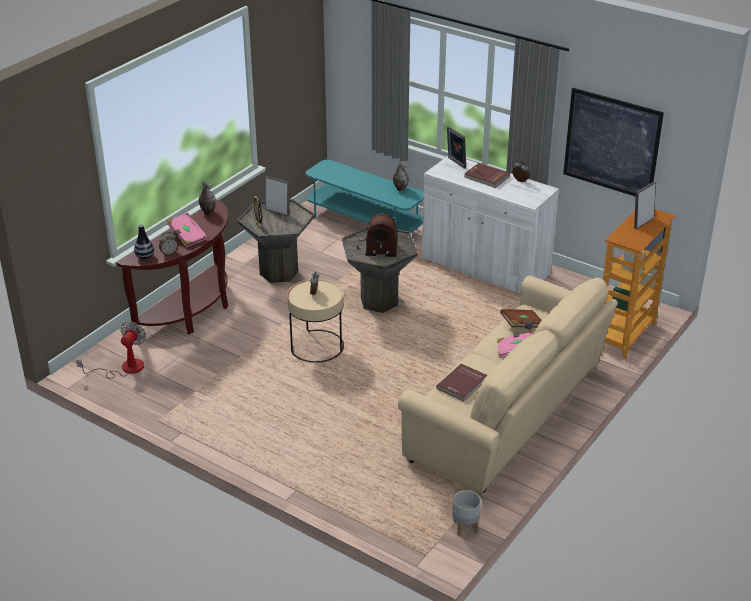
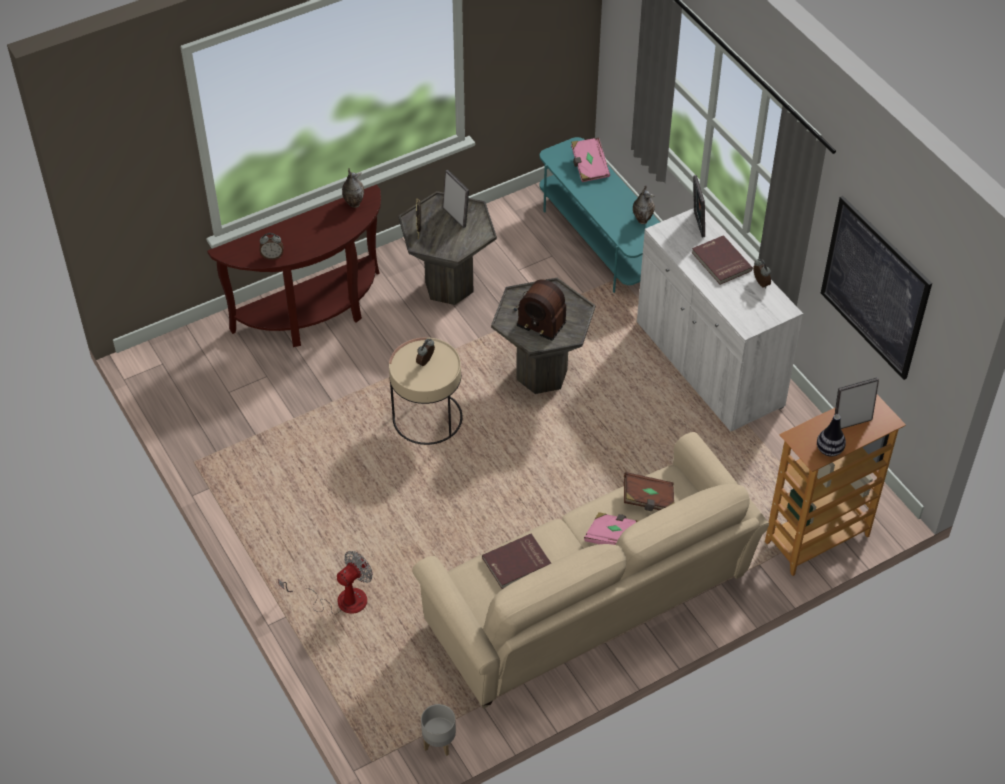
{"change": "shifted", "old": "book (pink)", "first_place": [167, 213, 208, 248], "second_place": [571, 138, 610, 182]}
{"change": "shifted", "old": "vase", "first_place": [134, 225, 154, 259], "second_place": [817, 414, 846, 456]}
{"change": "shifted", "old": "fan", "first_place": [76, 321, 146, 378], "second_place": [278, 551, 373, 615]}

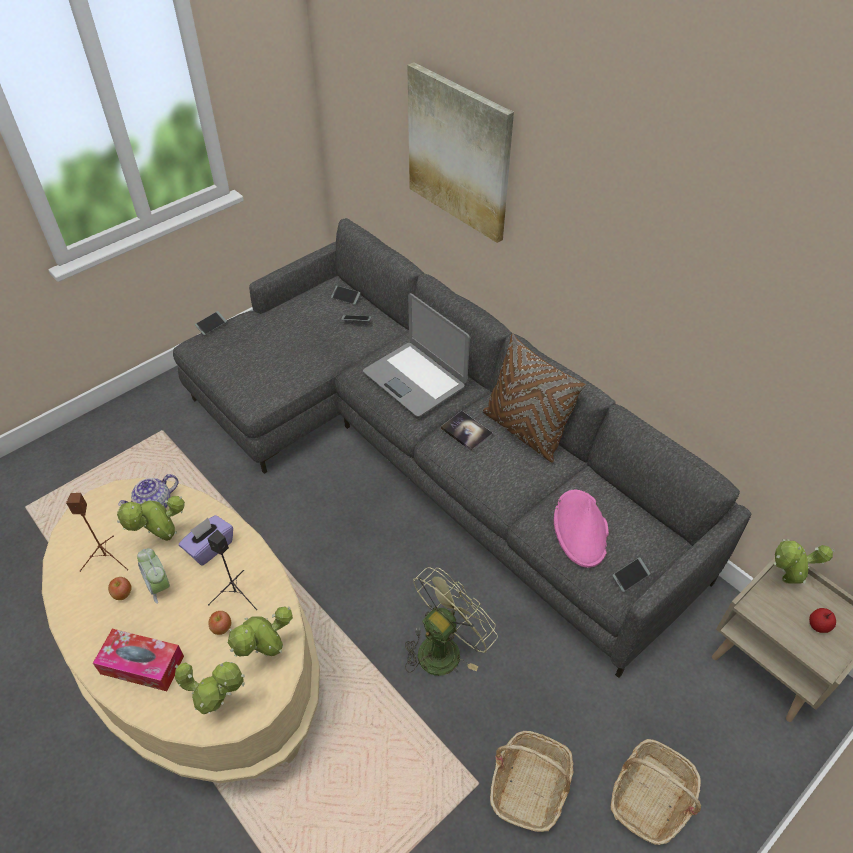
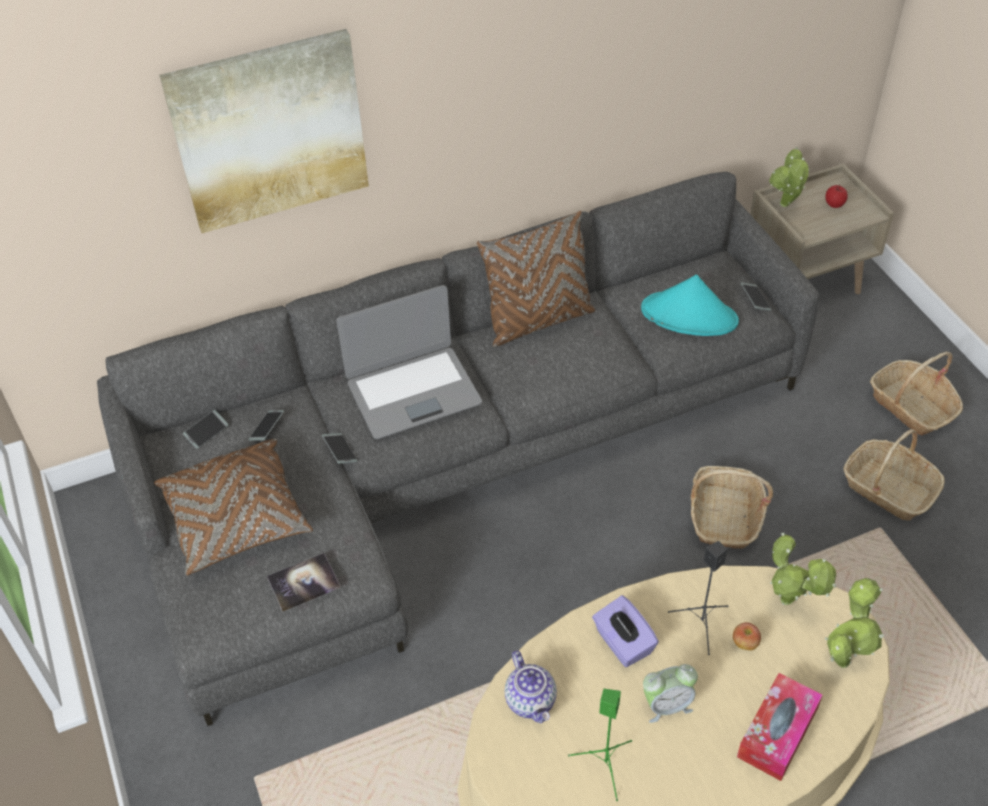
{"change": "shifted", "old": "phone", "first_place": [195, 311, 227, 335], "second_place": [322, 433, 357, 463]}
{"change": "shifted", "old": "book", "first_place": [441, 411, 493, 452], "second_place": [267, 553, 340, 612]}
{"change": "repainted", "old": "hat (pink)", "new": "hat (turquoise)", "first_place": [554, 490, 609, 568], "second_place": [641, 275, 739, 336]}
{"change": "repainted", "old": "speaker (brown)", "new": "speaker (green)", "first_place": [66, 493, 128, 572], "second_place": [568, 689, 632, 801]}
{"change": "gone", "old": "potted plant", "first_place": [117, 496, 185, 541]}
{"change": "swapped", "old": "fan (green)", "new": "basket", "first_place": [405, 567, 498, 676], "second_place": [691, 466, 773, 549]}
{"change": "gone", "old": "apple", "first_place": [108, 577, 132, 600]}
{"change": "new", "new": "pillow (brown)", "second_place": [154, 439, 313, 575]}

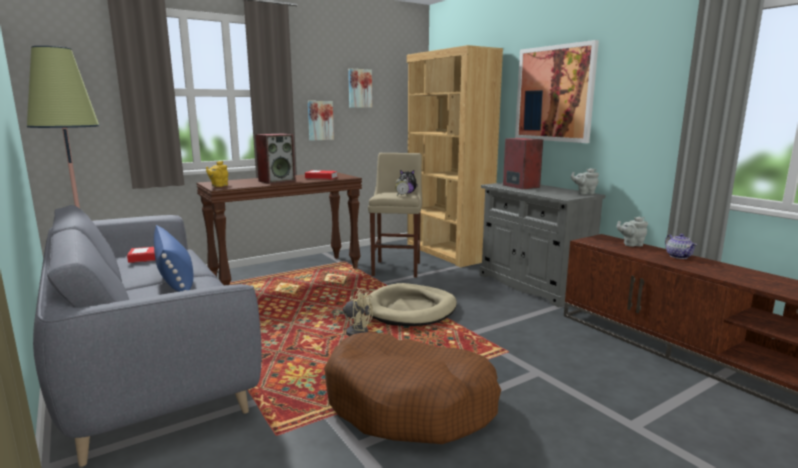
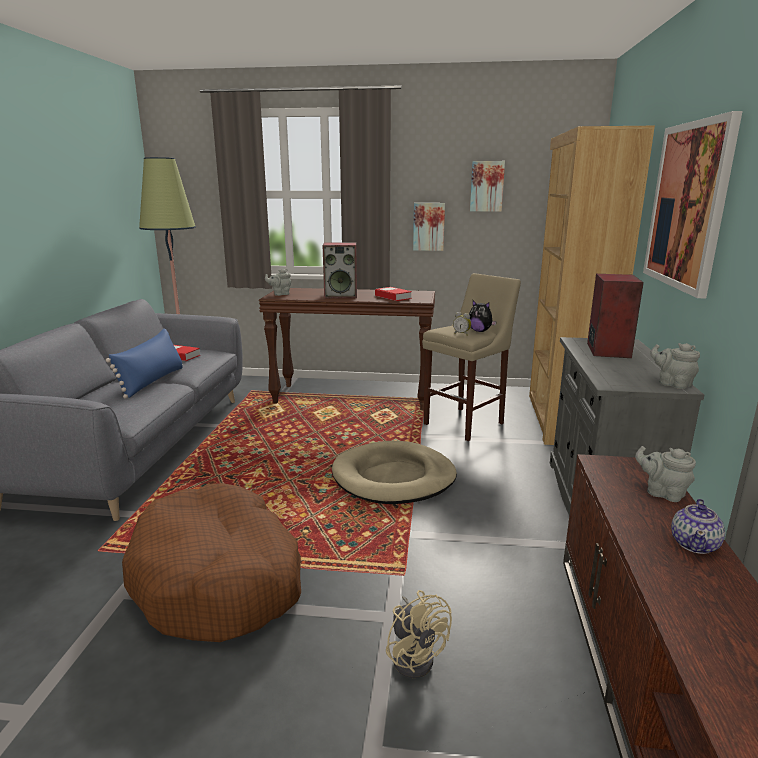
{"change": "repainted", "old": "teapot (yellow)", "new": "teapot (grey)", "first_place": [206, 161, 228, 187], "second_place": [265, 269, 291, 296]}
{"change": "shifted", "old": "fan (beige)", "first_place": [332, 288, 373, 336], "second_place": [386, 590, 452, 678]}

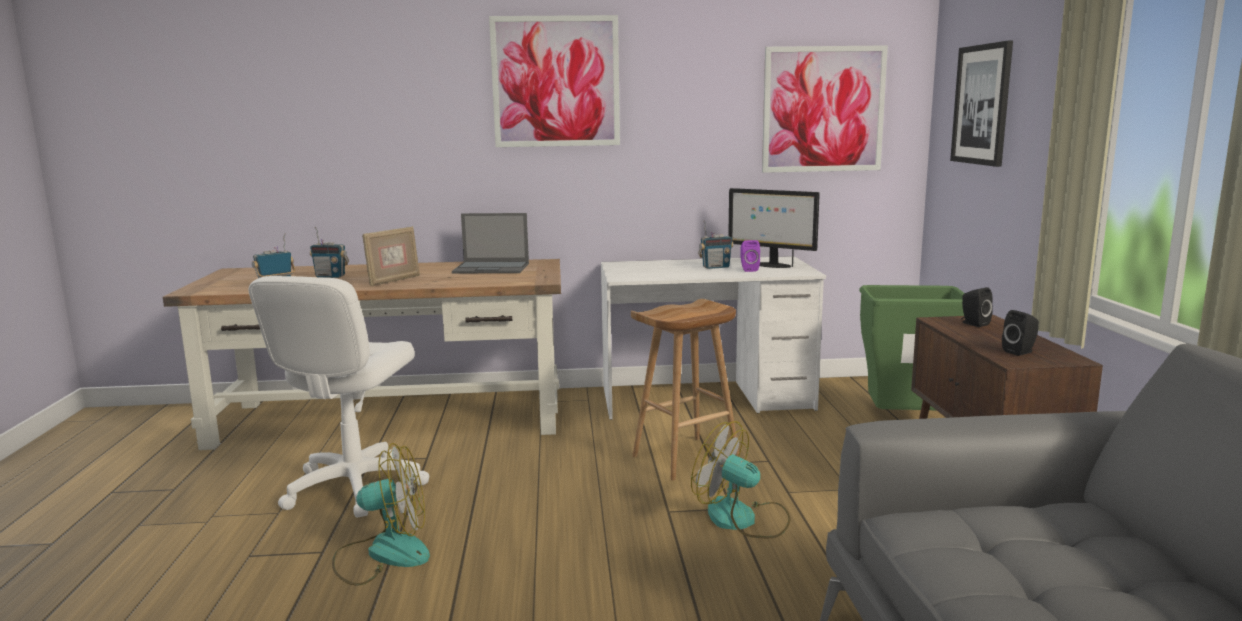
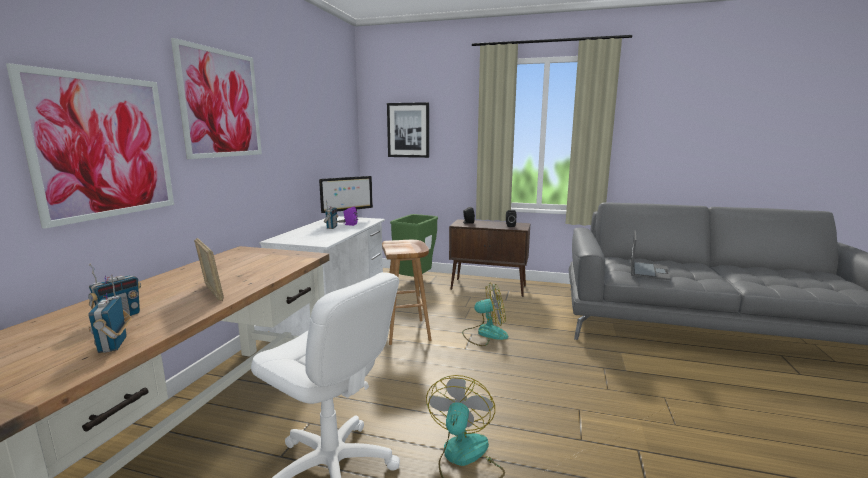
{"change": "shifted", "old": "picture", "first_place": [762, 45, 888, 173], "second_place": [6, 63, 174, 229]}
{"change": "shifted", "old": "laptop", "first_place": [452, 213, 529, 273], "second_place": [631, 230, 671, 280]}
{"change": "rotated", "old": "fan", "first_place": [691, 421, 791, 538], "second_place": [462, 283, 508, 346], "degrees": -150}

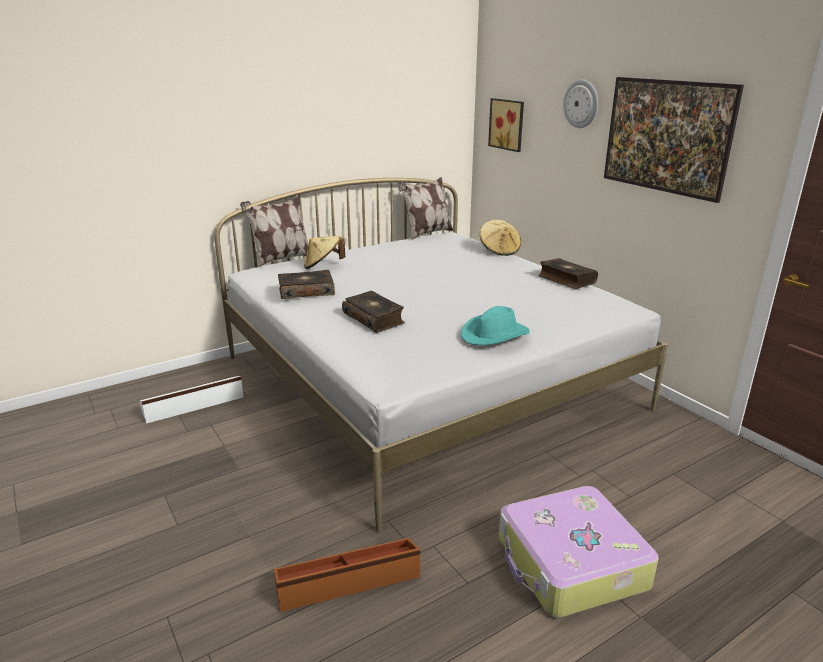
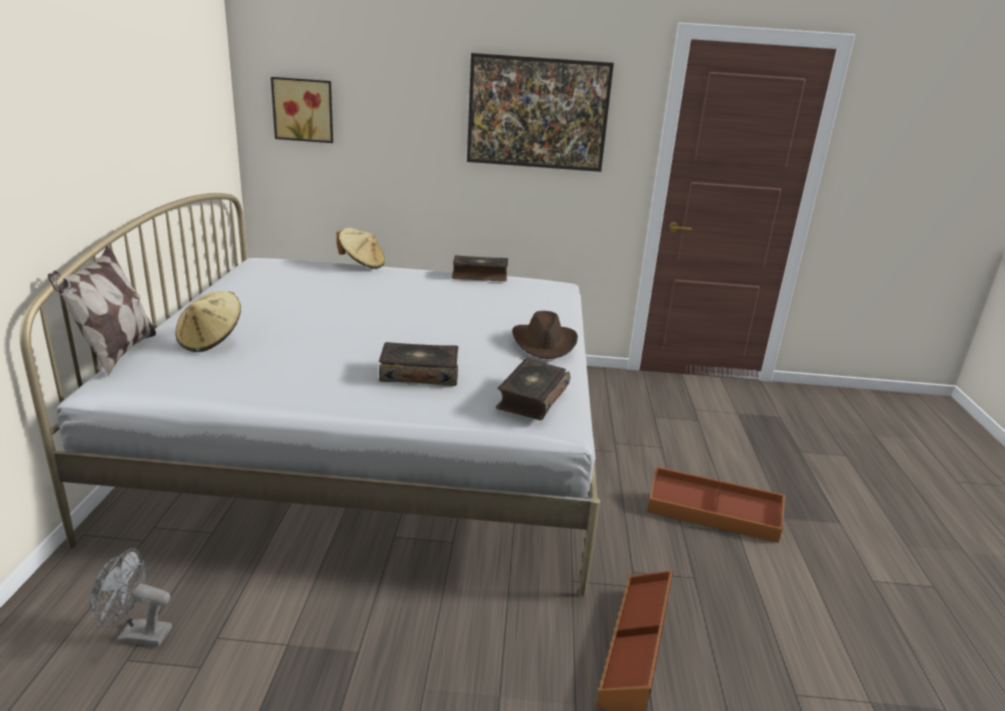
{"change": "gone", "old": "wall clock", "first_place": [563, 79, 598, 128]}
{"change": "gone", "old": "pillow", "first_place": [398, 177, 453, 240]}
{"change": "shifted", "old": "book", "first_place": [278, 270, 335, 299], "second_place": [496, 358, 570, 420]}
{"change": "repainted", "old": "hat (turquoise)", "new": "hat (brown)", "first_place": [461, 306, 530, 346], "second_place": [512, 311, 578, 359]}
{"change": "swapped", "old": "storage box (white)", "new": "fan (grey)", "first_place": [139, 376, 244, 424], "second_place": [90, 548, 172, 646]}
{"change": "swapped", "old": "suitcase", "new": "storage box (brown)", "first_place": [499, 486, 659, 618], "second_place": [647, 467, 785, 543]}

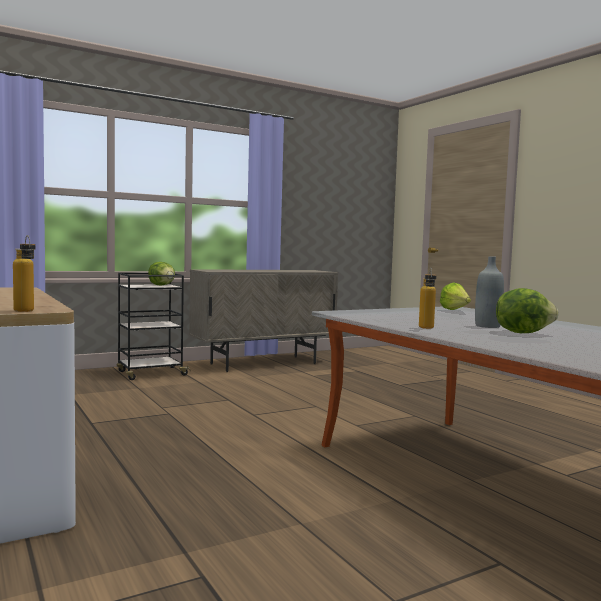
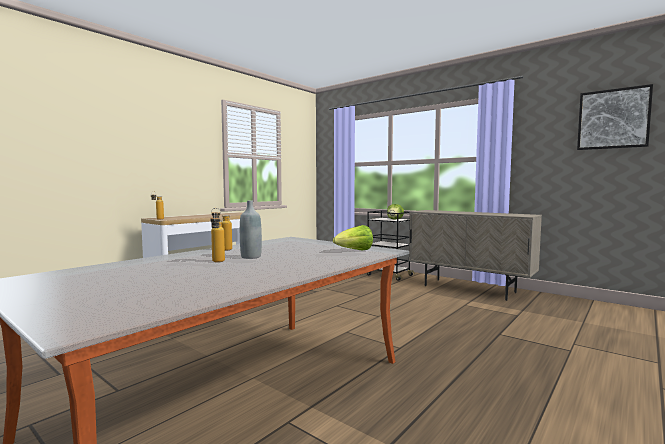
{"change": "swapped", "old": "lettuce", "new": "bottle", "first_place": [496, 288, 559, 333], "second_place": [210, 213, 225, 262]}
{"change": "new", "new": "picture", "second_place": [577, 84, 653, 150]}

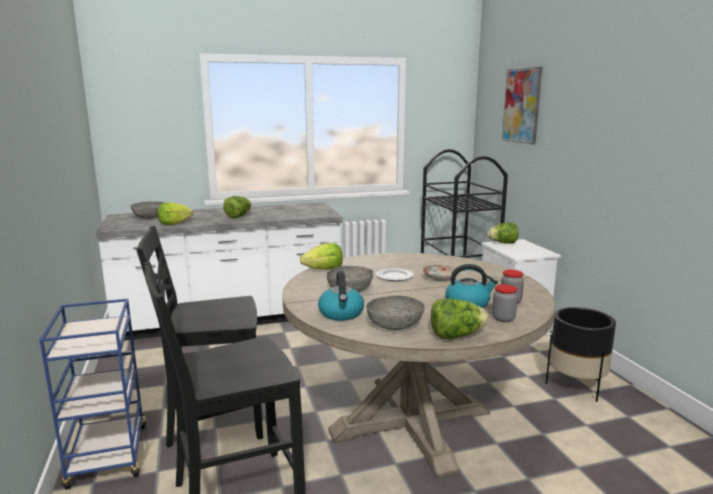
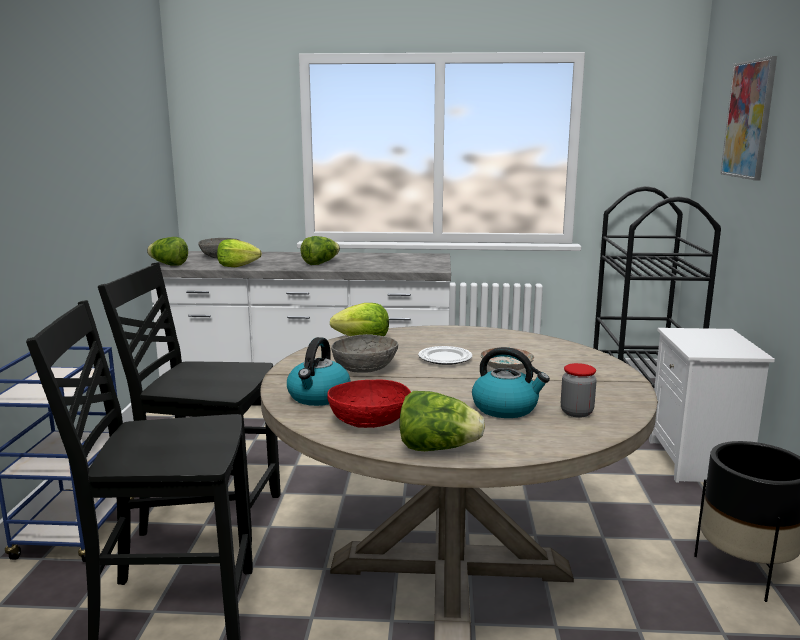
{"change": "shifted", "old": "lettuce", "first_place": [487, 222, 519, 244], "second_place": [147, 237, 188, 266]}
{"change": "gone", "old": "jar", "first_place": [492, 284, 518, 322]}
{"change": "repainted", "old": "bowl (grey)", "new": "bowl (red)", "first_place": [366, 295, 425, 330], "second_place": [327, 379, 411, 428]}

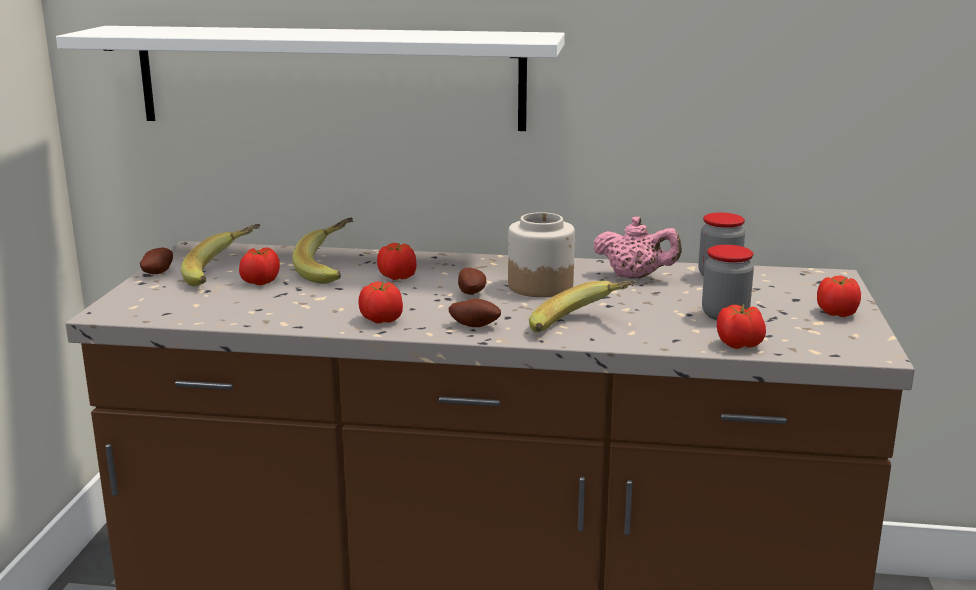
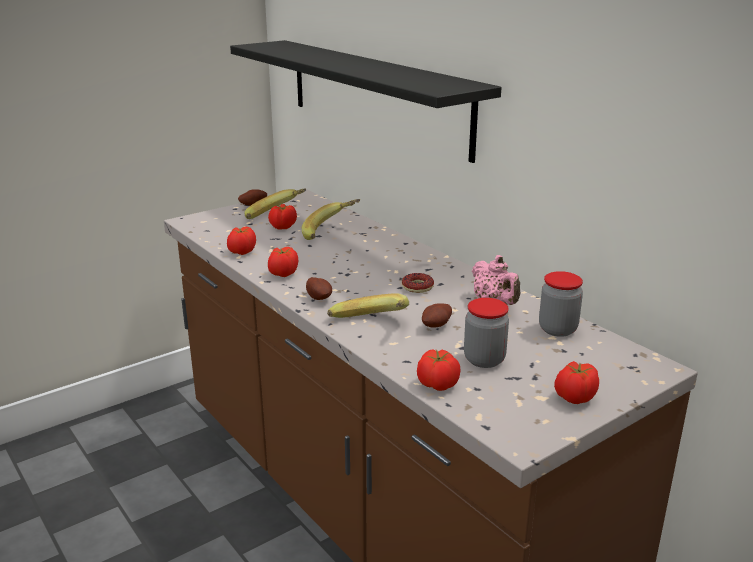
{"change": "repainted", "old": "shelf (white)", "new": "shelf (black)", "first_place": [56, 26, 565, 131], "second_place": [230, 40, 502, 163]}
{"change": "swapped", "old": "jar", "new": "donut", "first_place": [508, 212, 575, 297], "second_place": [402, 273, 434, 293]}
{"change": "shifted", "old": "tomato", "first_place": [377, 243, 417, 280], "second_place": [227, 227, 256, 255]}
{"change": "shifted", "old": "potato", "first_place": [458, 268, 487, 295], "second_place": [422, 303, 452, 328]}

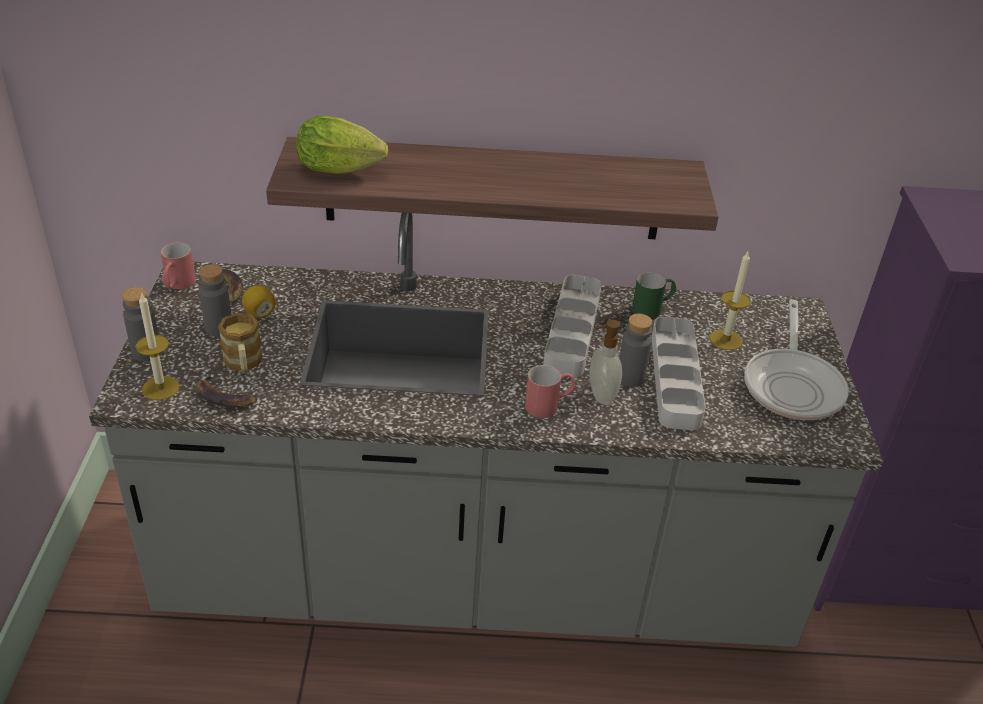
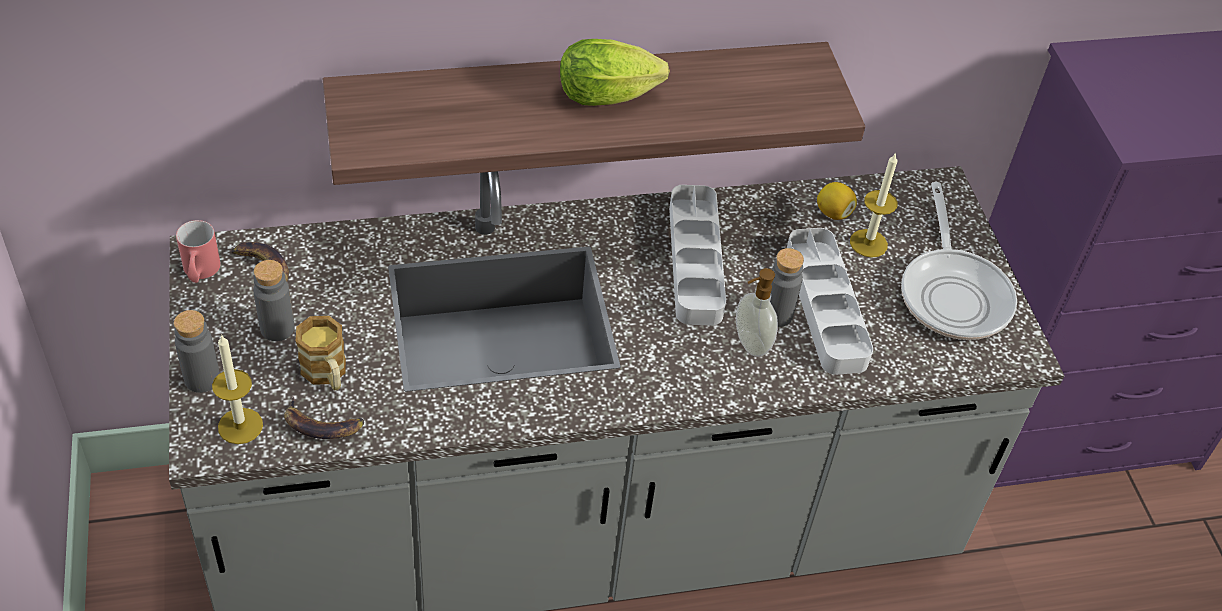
{"change": "shifted", "old": "lettuce", "first_place": [296, 115, 388, 174], "second_place": [560, 39, 669, 106]}
{"change": "gone", "old": "mug (green)", "first_place": [632, 272, 676, 319]}
{"change": "shifted", "old": "lemon", "first_place": [242, 285, 276, 318], "second_place": [817, 182, 857, 220]}
{"change": "gone", "old": "mug (red)", "first_place": [525, 365, 576, 418]}

